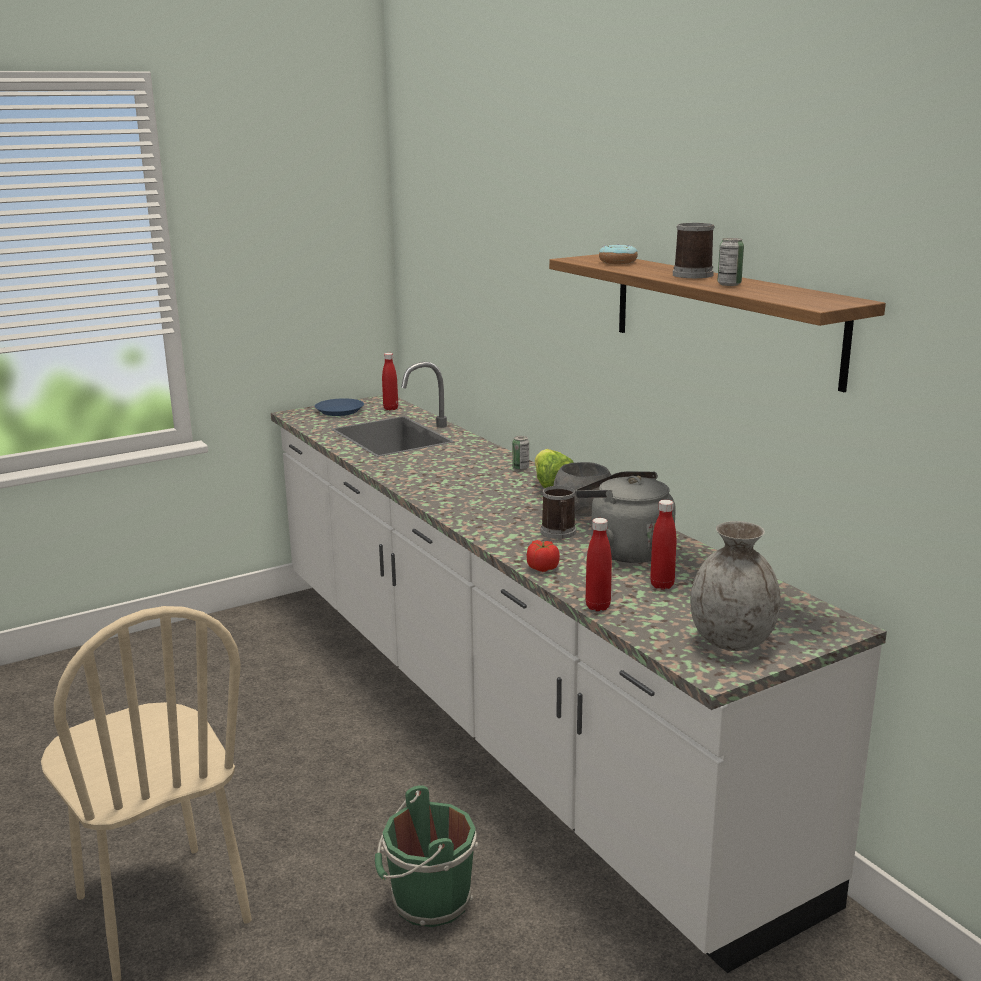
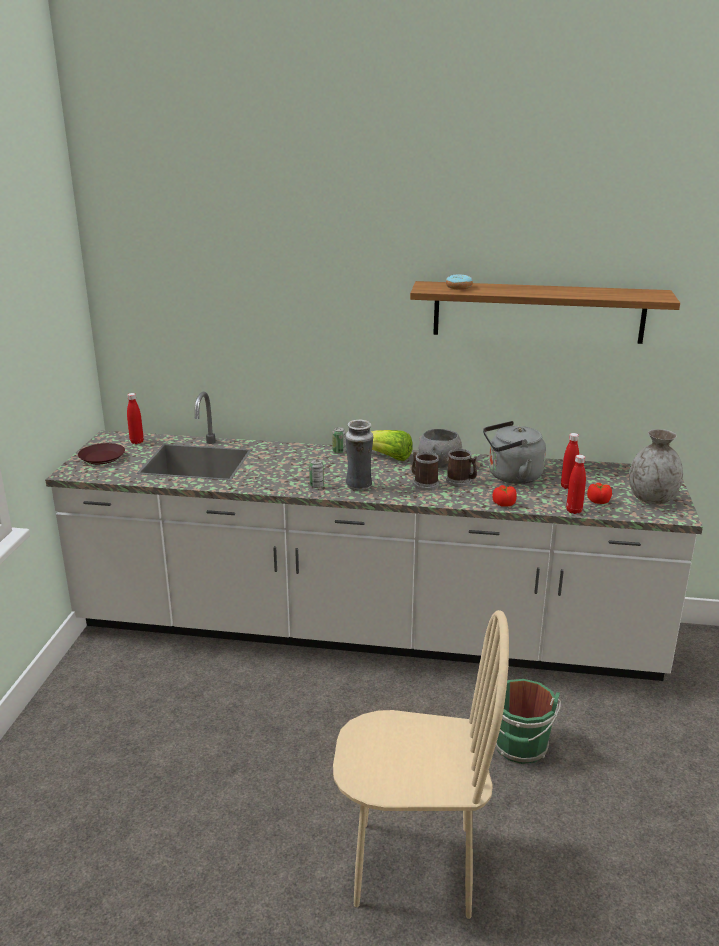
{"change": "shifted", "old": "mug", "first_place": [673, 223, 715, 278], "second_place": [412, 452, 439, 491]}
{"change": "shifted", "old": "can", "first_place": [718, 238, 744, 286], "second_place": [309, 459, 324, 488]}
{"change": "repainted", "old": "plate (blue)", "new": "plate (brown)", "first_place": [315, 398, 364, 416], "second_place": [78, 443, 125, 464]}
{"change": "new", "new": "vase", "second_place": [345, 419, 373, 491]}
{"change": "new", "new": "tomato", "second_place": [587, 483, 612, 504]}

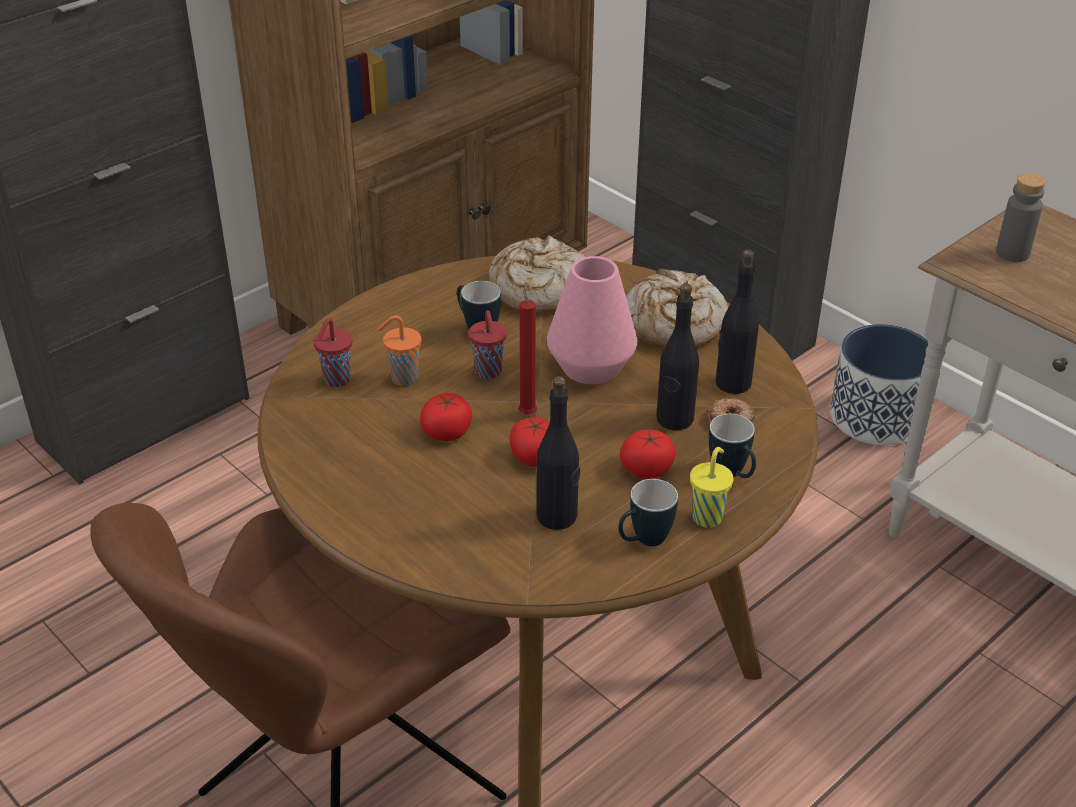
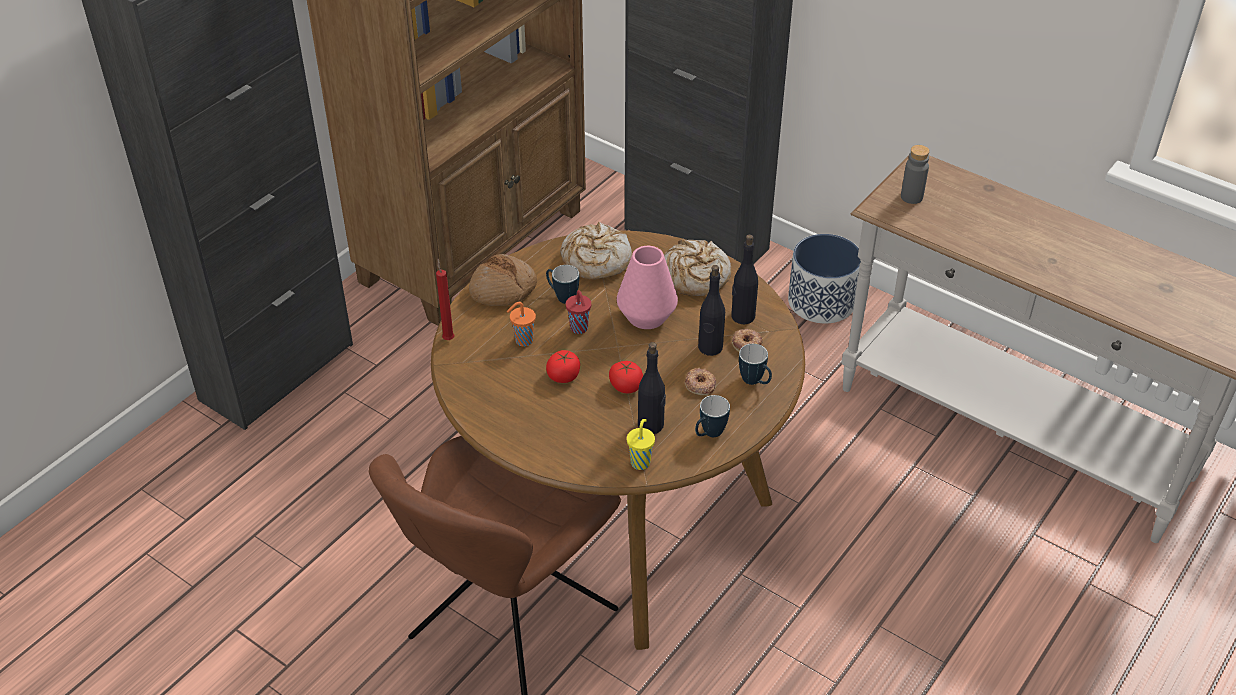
{"change": "shifted", "old": "candle (red)", "first_place": [518, 282, 537, 415], "second_place": [436, 259, 454, 340]}
{"change": "gone", "old": "cup (red)", "first_place": [314, 318, 352, 387]}
{"change": "swapped", "old": "tomato", "new": "donut", "first_place": [620, 430, 675, 479], "second_place": [685, 368, 716, 395]}
{"change": "shifted", "old": "cup (yellow)", "first_place": [690, 447, 733, 528], "second_place": [627, 419, 655, 470]}
{"change": "new", "new": "bread", "second_place": [469, 254, 537, 306]}

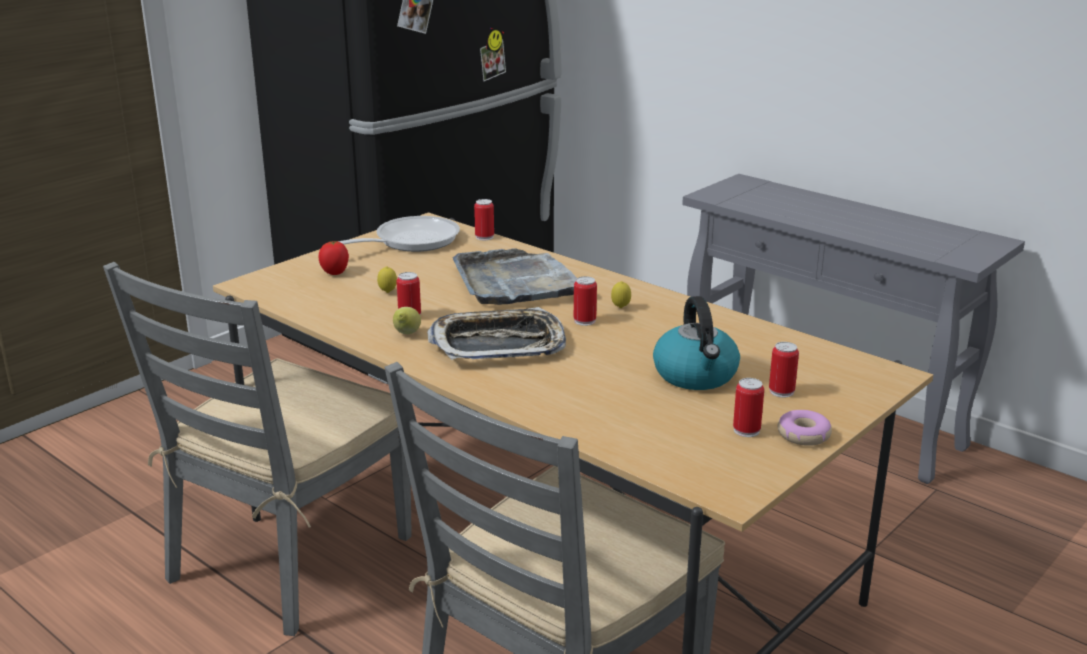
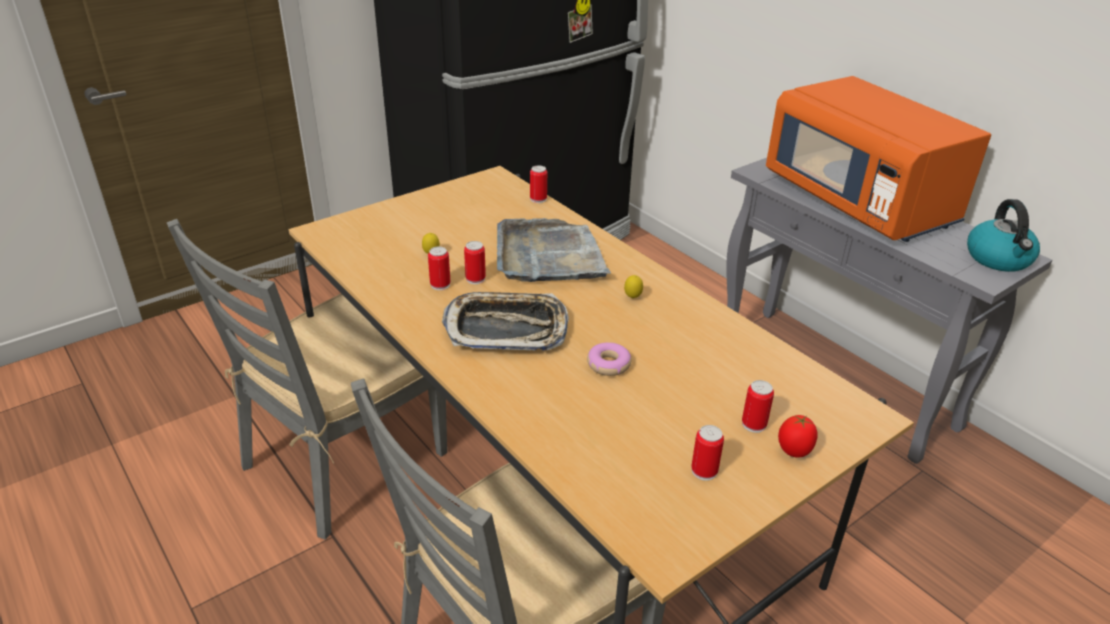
{"change": "gone", "old": "frying pan", "first_place": [338, 216, 460, 252]}
{"change": "shifted", "old": "tomato", "first_place": [318, 241, 349, 275], "second_place": [778, 415, 818, 458]}
{"change": "shifted", "old": "can", "first_place": [574, 276, 597, 326], "second_place": [464, 241, 486, 284]}
{"change": "shifted", "old": "kettle", "first_place": [653, 296, 740, 390], "second_place": [967, 199, 1040, 272]}
{"change": "gone", "old": "lemon", "first_place": [393, 307, 421, 334]}
{"change": "shifted", "old": "donut", "first_place": [778, 410, 832, 446], "second_place": [587, 342, 632, 376]}
{"change": "new", "new": "microwave (orange)", "second_place": [766, 76, 991, 242]}

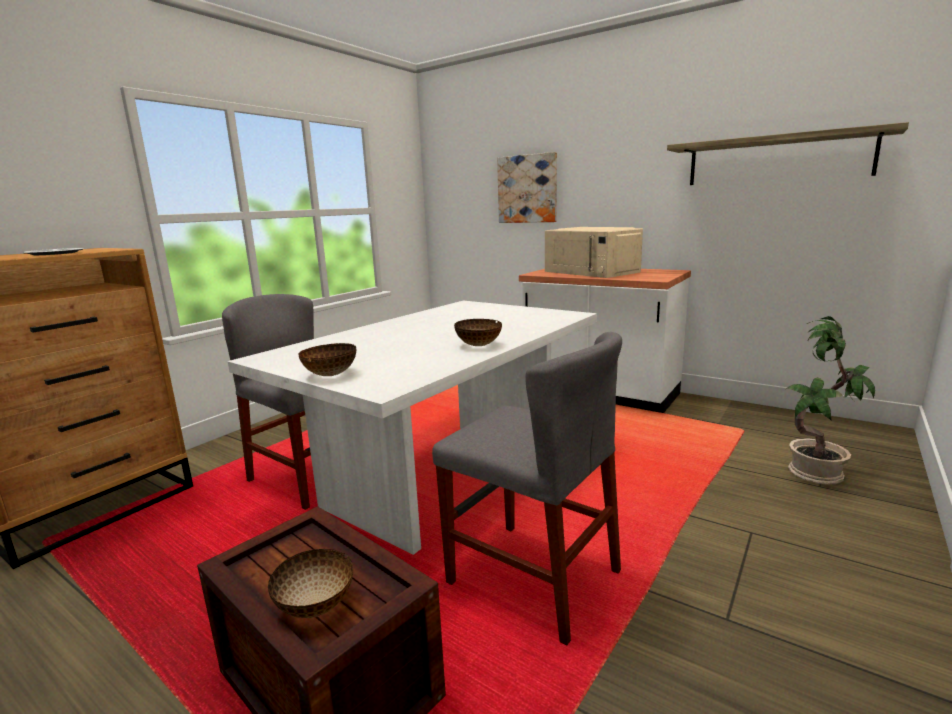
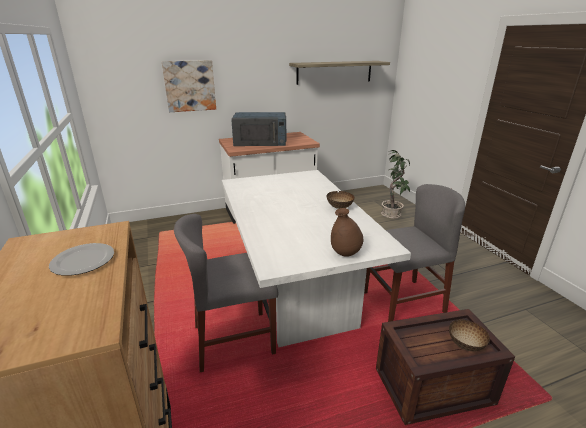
{"change": "repainted", "old": "microwave (beige)", "new": "microwave (blue)", "first_place": [545, 227, 643, 278], "second_place": [231, 112, 286, 146]}
{"change": "swapped", "old": "bowl", "new": "vase (brown)", "first_place": [298, 343, 357, 376], "second_place": [331, 208, 363, 257]}

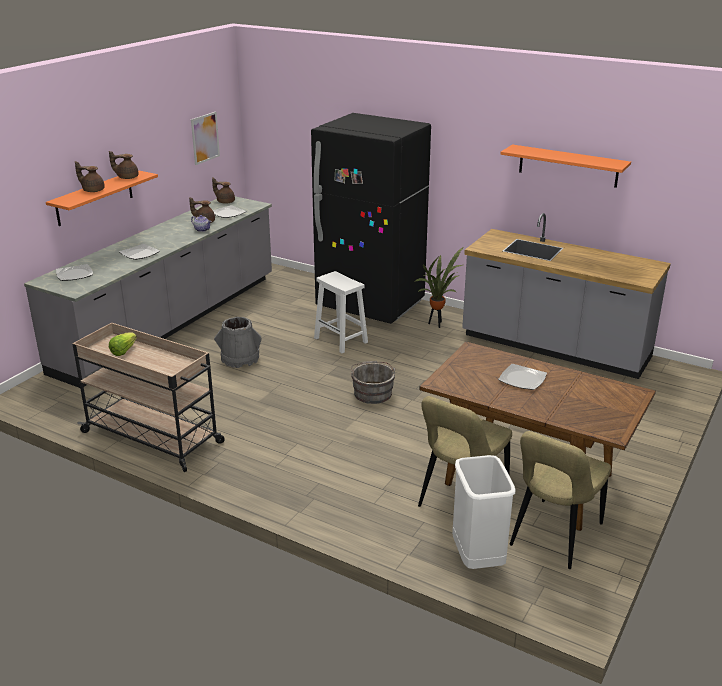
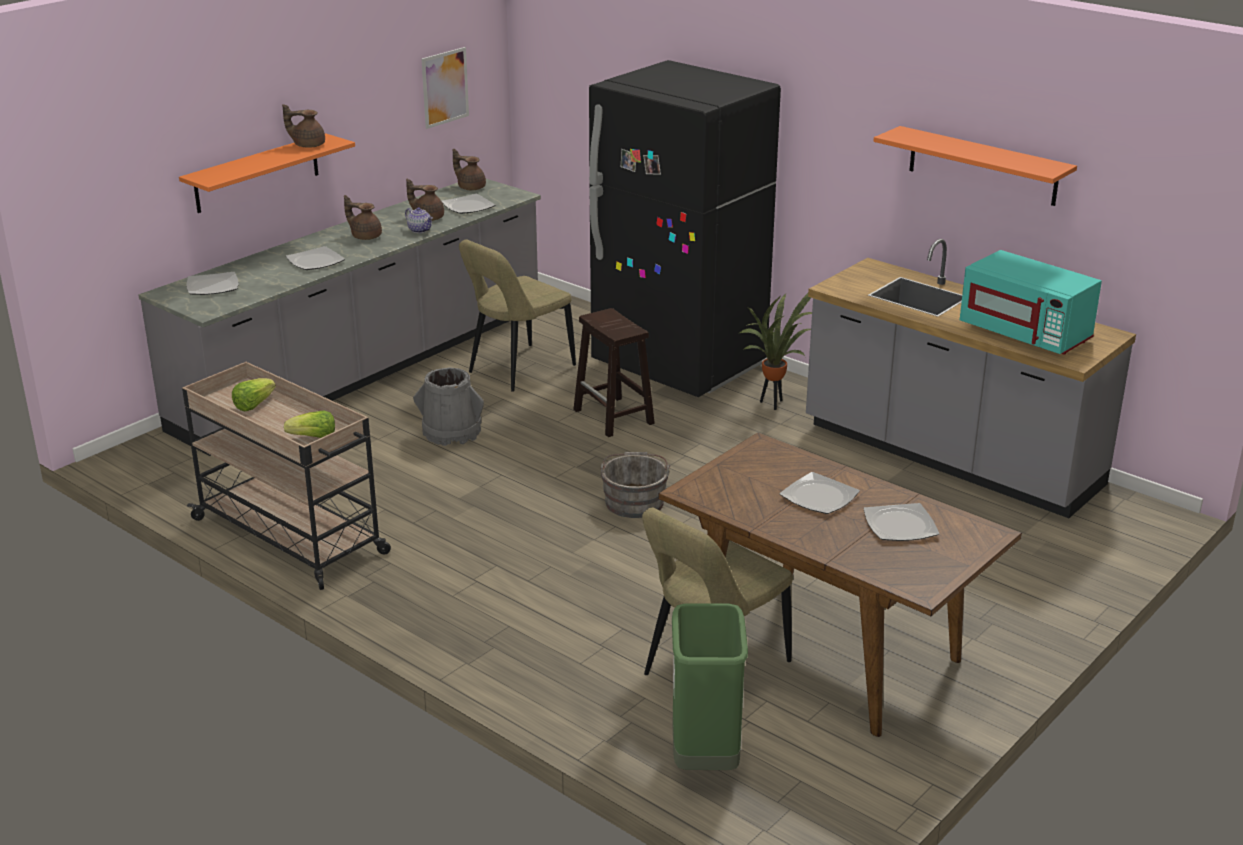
{"change": "shifted", "old": "teapot (brown)", "first_place": [75, 161, 105, 192], "second_place": [344, 195, 382, 240]}
{"change": "repainted", "old": "stool (white)", "new": "stool (brown)", "first_place": [314, 271, 368, 353], "second_place": [573, 308, 655, 437]}
{"change": "shifted", "old": "chair (beige)", "first_place": [510, 431, 611, 569], "second_place": [459, 239, 576, 392]}
{"change": "repainted", "old": "trash can (white)", "new": "trash can (green)", "first_place": [452, 455, 516, 569], "second_place": [672, 603, 748, 770]}
{"change": "new", "new": "microwave (turquoise)", "second_place": [960, 250, 1102, 354]}
{"change": "new", "new": "lettuce", "second_place": [284, 411, 335, 438]}
{"change": "new", "new": "plate", "second_place": [863, 503, 939, 541]}

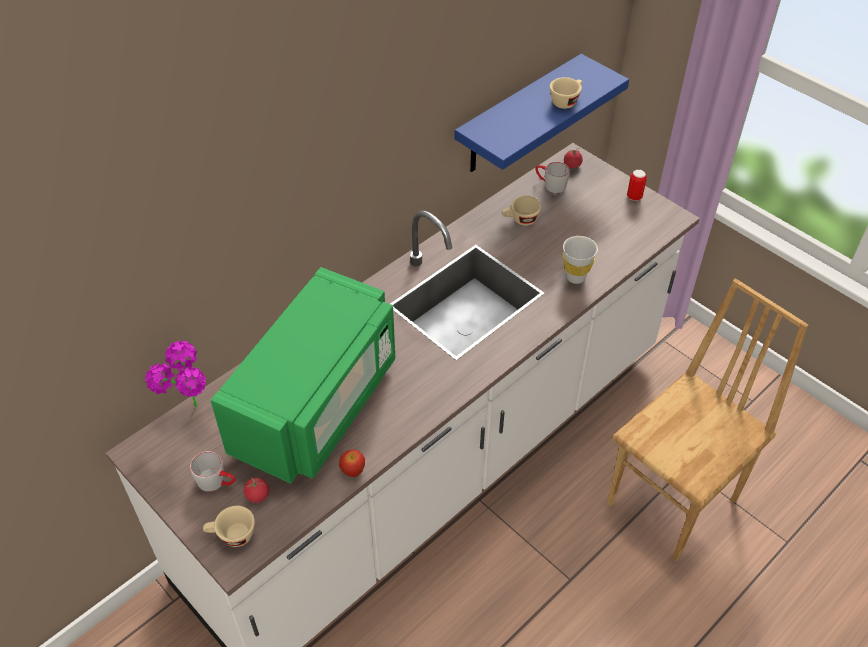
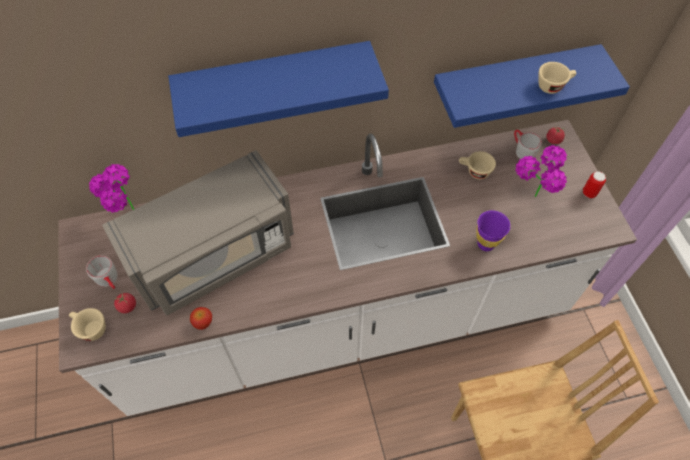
{"change": "repainted", "old": "cup (white)", "new": "cup (purple)", "first_place": [563, 236, 598, 284], "second_place": [477, 210, 511, 251]}
{"change": "repainted", "old": "microwave (green)", "new": "microwave (grey)", "first_place": [211, 267, 395, 484], "second_place": [102, 150, 294, 315]}
{"change": "new", "new": "shelf (blue)", "second_place": [168, 41, 389, 137]}
{"change": "new", "new": "potted plant", "second_place": [516, 145, 567, 197]}

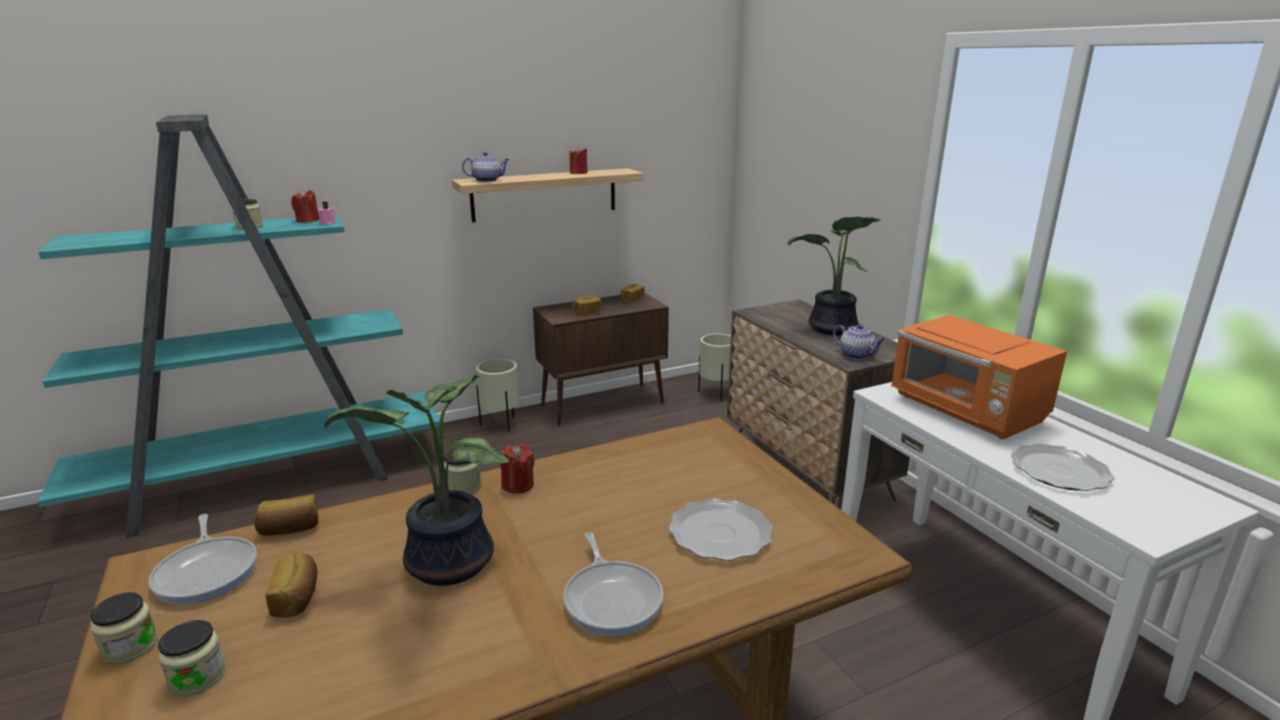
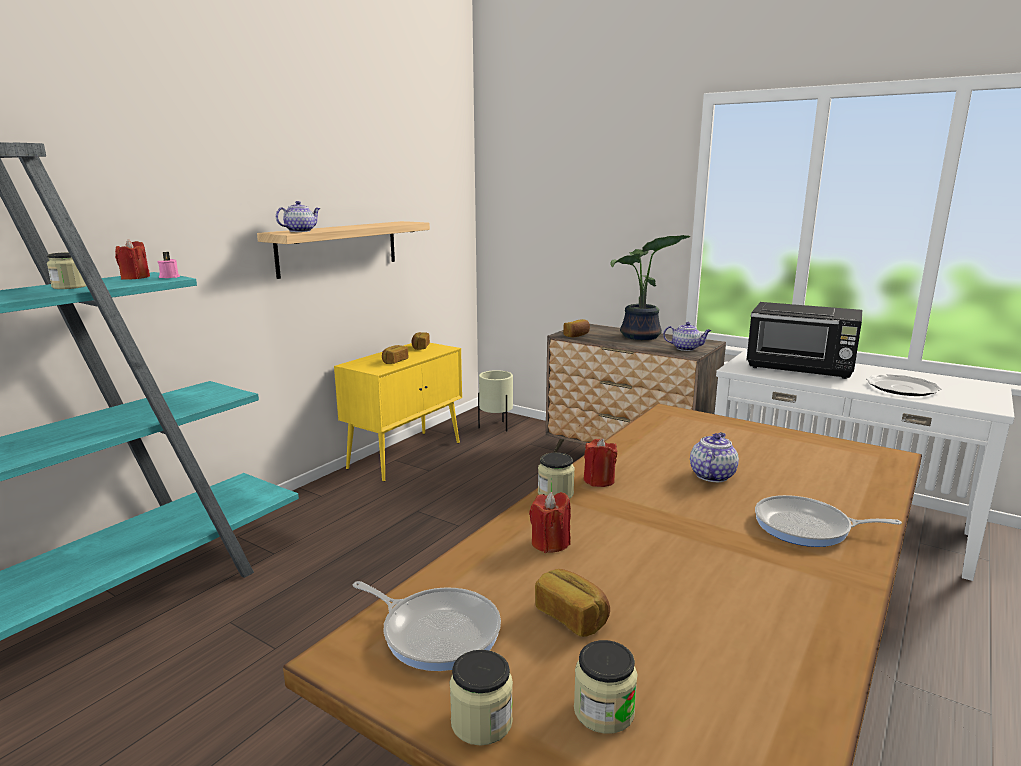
{"change": "shifted", "old": "candle (red)", "first_place": [569, 146, 588, 174], "second_place": [529, 492, 571, 553]}
{"change": "repainted", "old": "cabinet (brown)", "new": "cabinet (yellow)", "first_place": [533, 293, 669, 426], "second_place": [334, 343, 462, 482]}
{"change": "repainted", "old": "microwave (orange)", "new": "microwave (black)", "first_place": [891, 315, 1067, 439], "second_place": [746, 302, 862, 379]}
{"change": "gone", "old": "planter (beige)", "first_place": [476, 359, 519, 432]}
{"change": "gone", "old": "potted plant", "first_place": [324, 375, 509, 586]}
{"change": "shifted", "old": "bread", "first_place": [254, 494, 319, 536], "second_place": [563, 319, 590, 337]}
{"change": "gone", "old": "plate", "first_place": [669, 498, 772, 561]}
{"change": "rotated", "old": "frying pan", "first_place": [563, 532, 663, 636], "second_place": [755, 495, 902, 547], "degrees": 150}
{"change": "new", "new": "teapot", "second_place": [690, 432, 739, 482]}

